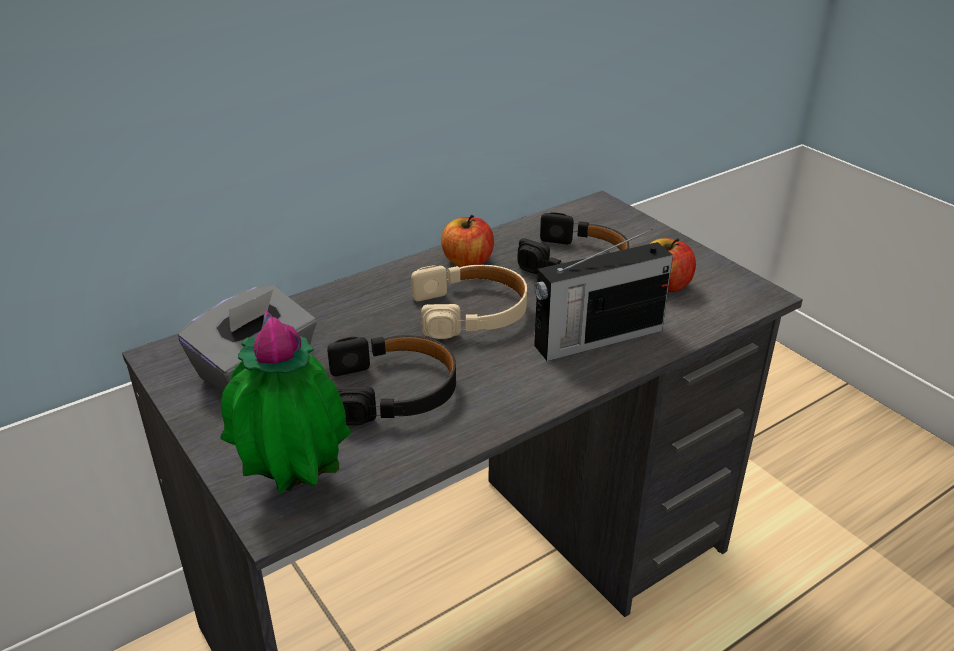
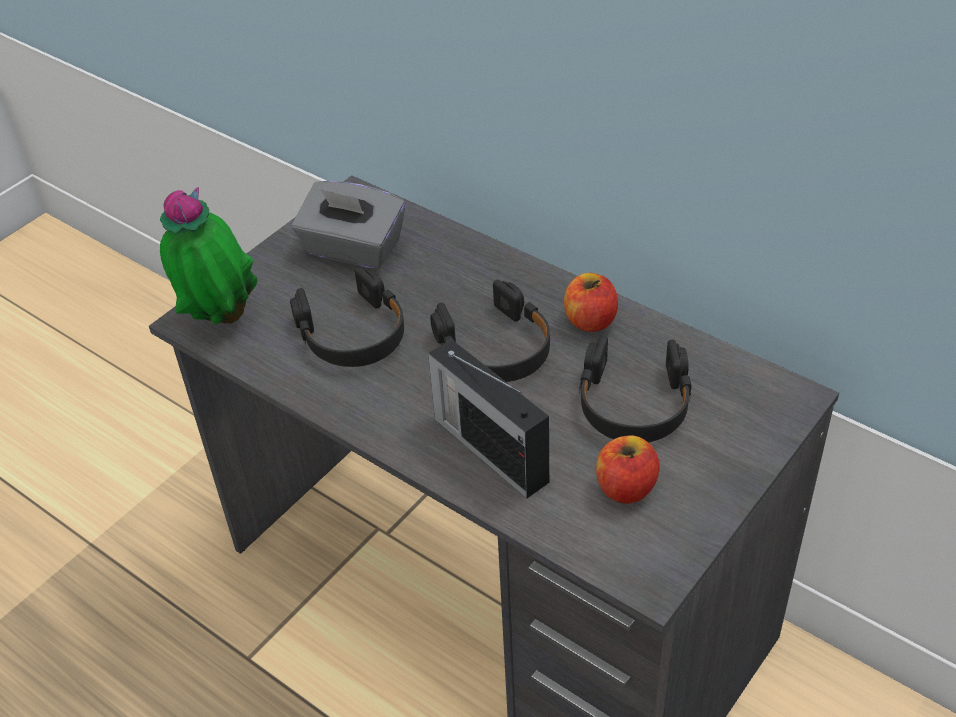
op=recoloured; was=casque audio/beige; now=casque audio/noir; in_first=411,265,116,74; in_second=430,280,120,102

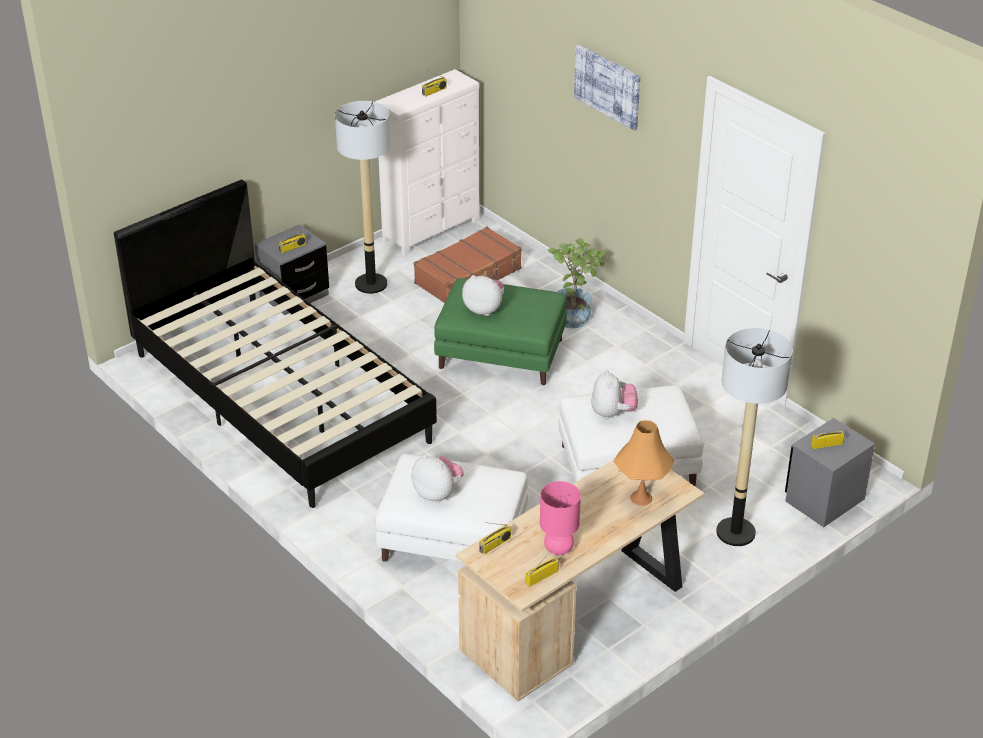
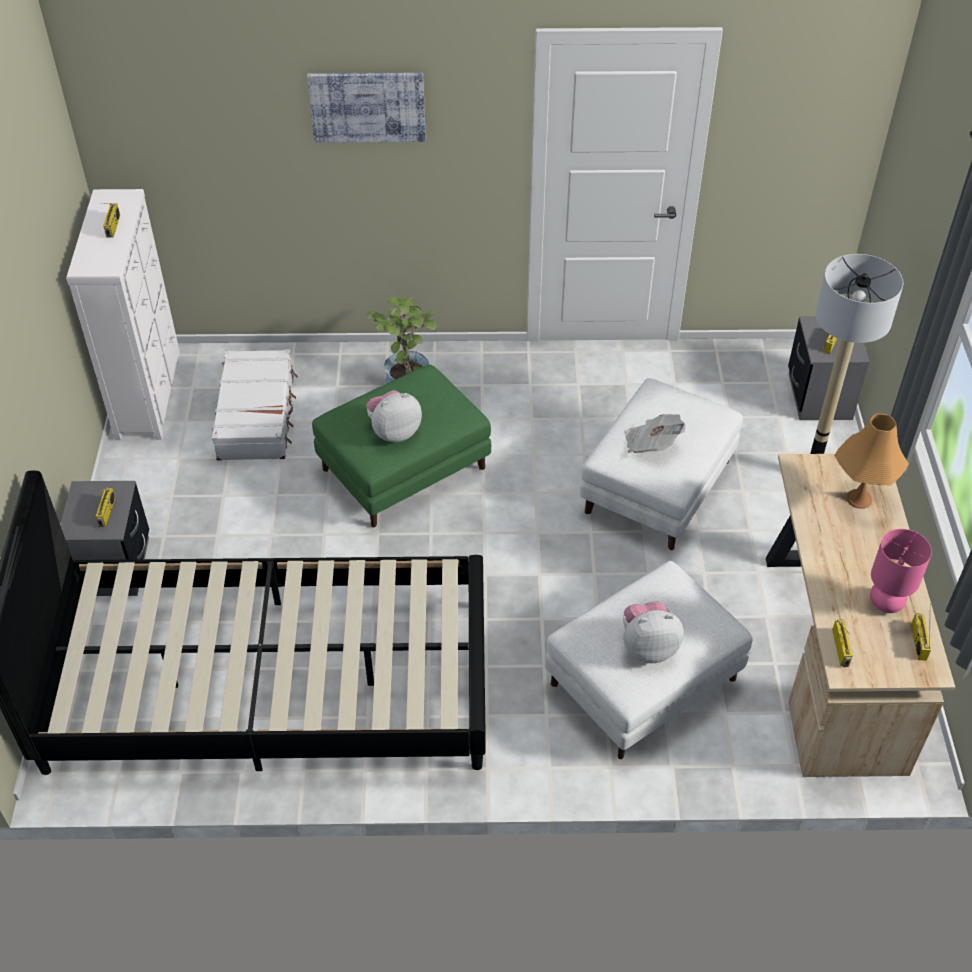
op=removed; was=lampadaire; in_first=335,101,56,193
op=replaced; was=peluche; now=journal; in_first=591,370,47,49; in_second=625,414,60,39
op=recoloured; was=valise/marron; now=valise/blanc; in_first=414,227,108,76; in_second=212,349,86,112

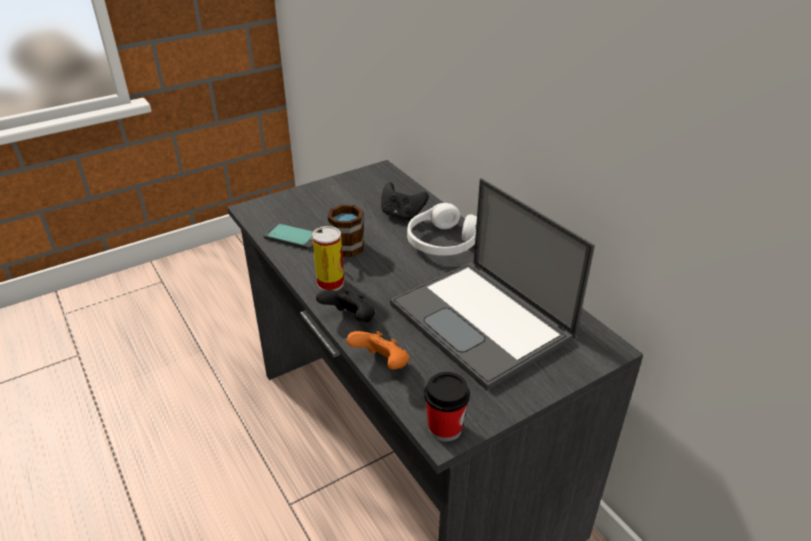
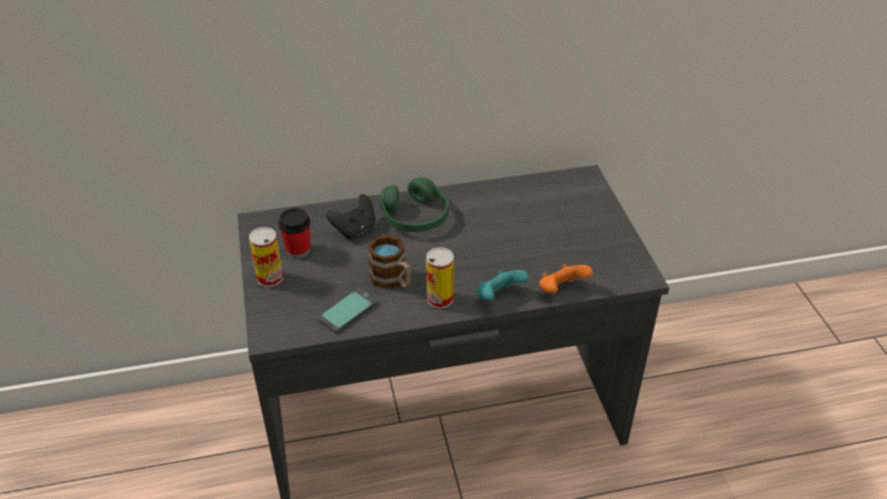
op=removed; was=ordinateur portable; in_first=390,178,205,213
op=added; now=boîte métallique; in_second=249,227,34,60
op=moved; was=tasse; in_first=424,372,46,70; in_second=278,208,32,50
op=recoloured; was=manette/noir; now=manette/turquoise; in_first=316,290,59,32; in_second=476,270,53,31
op=recoloured; was=casque audio/blanc; now=casque audio/vert; in_first=407,203,70,53; in_second=380,177,69,55

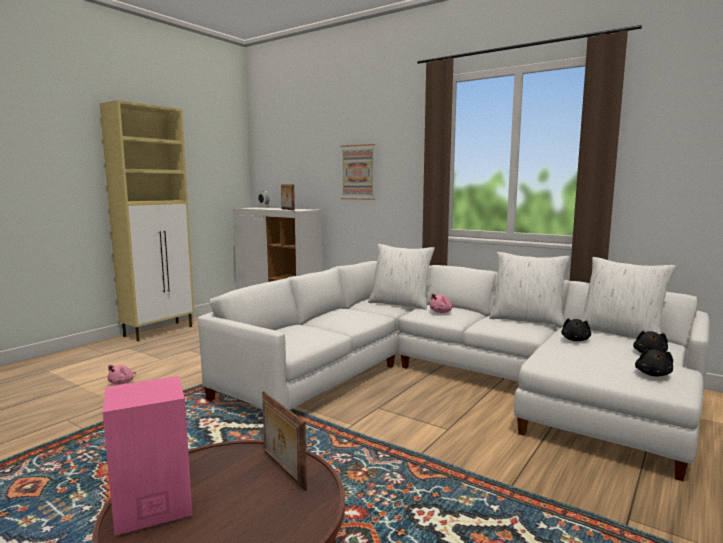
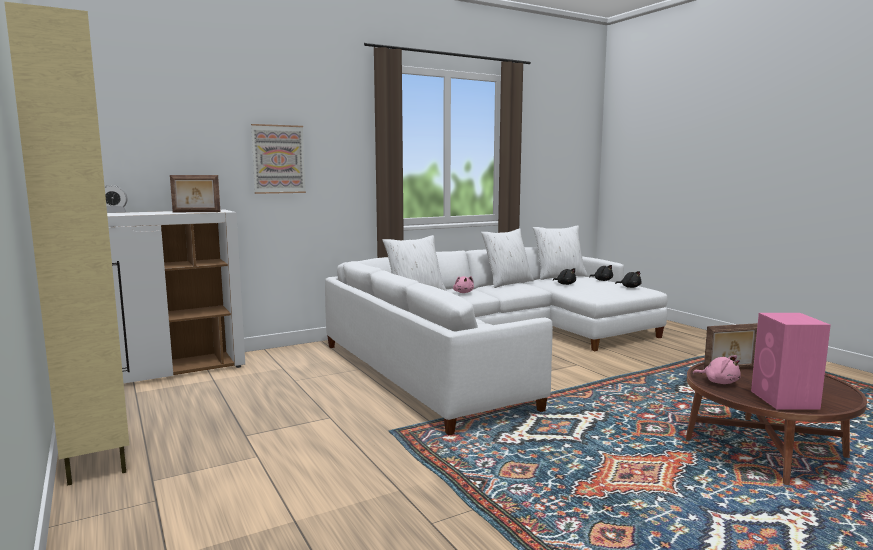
op=moved; was=peluche/rose; in_first=107,365,29,19; in_second=692,355,49,29

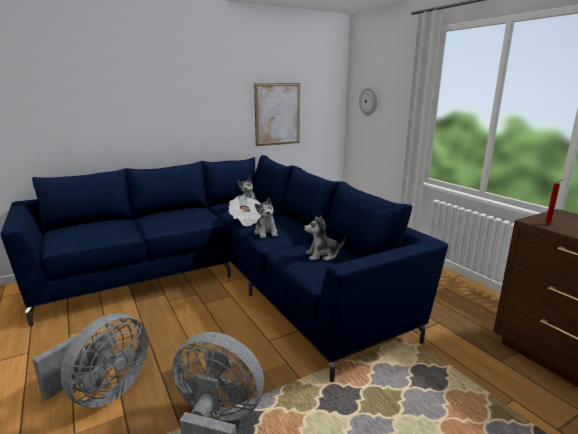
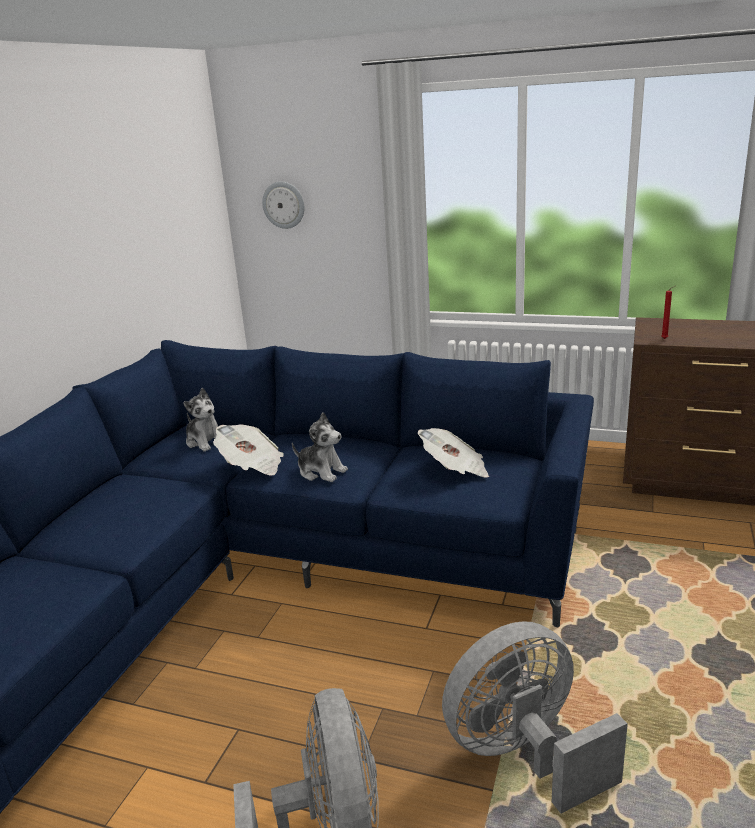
op=removed; was=tableau; in_first=254,83,46,63
op=replaced; was=peluche; now=journal; in_first=304,215,41,46; in_second=418,428,71,50

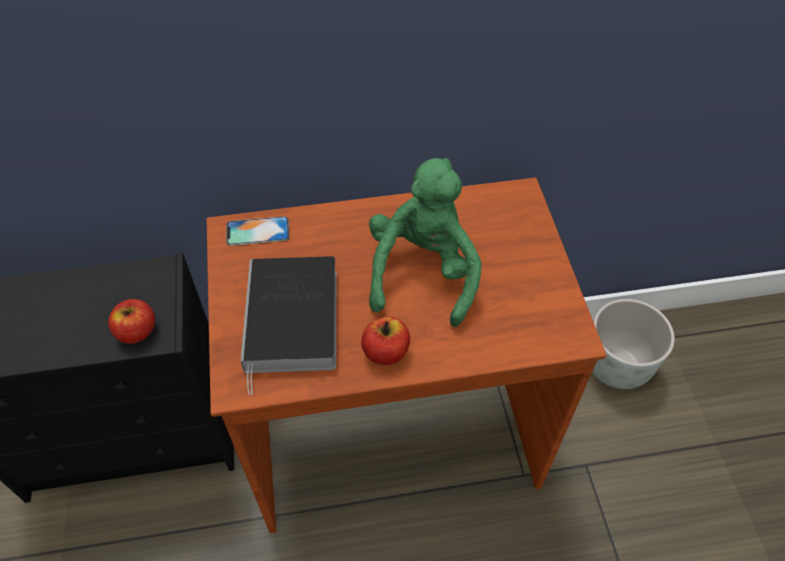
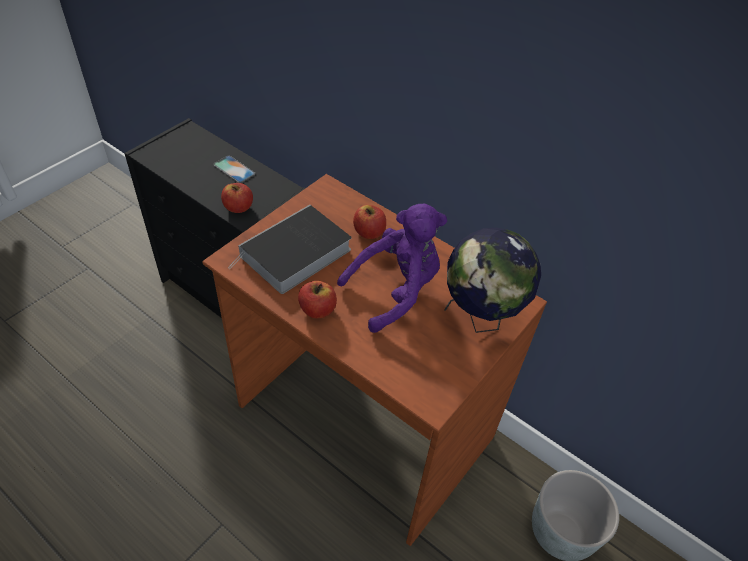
op=added; now=pomme; in_second=353,205,33,34
op=added; now=globe; in_second=444,228,97,105
op=moved; was=téléphone; in_first=226,216,64,30; in_second=213,155,42,28
op=recoloured; was=peluche/vert; now=peluche/violet; in_first=369,158,113,169; in_second=337,203,110,130

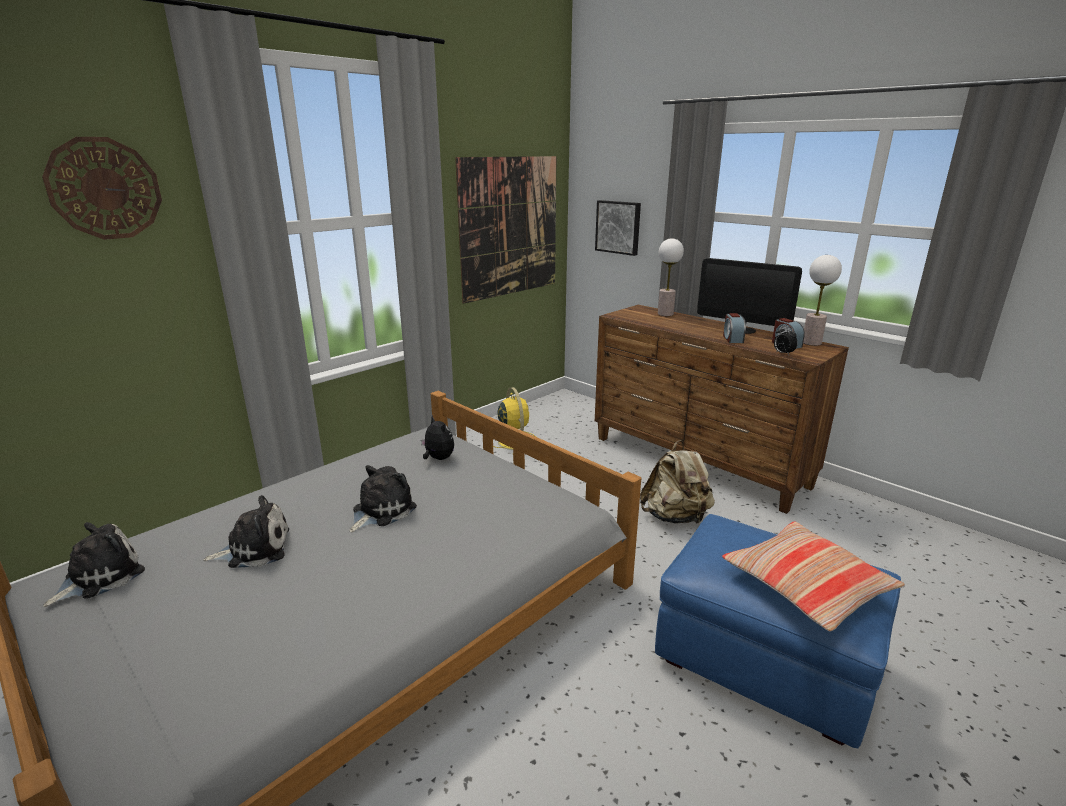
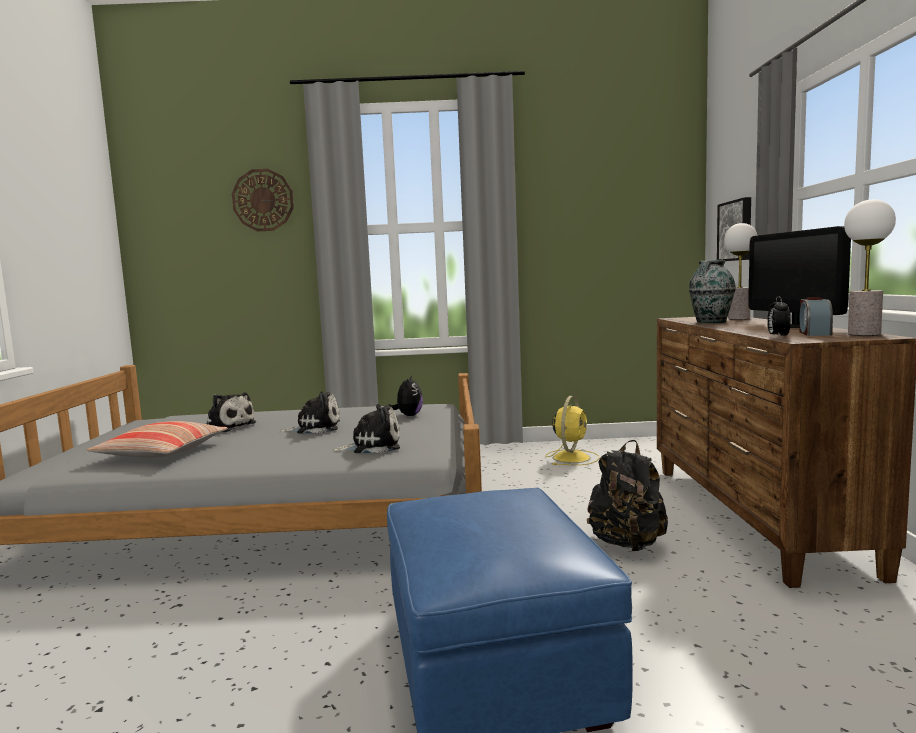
op=removed; was=tableau; in_first=455,156,102,148
op=removed; was=réveil; in_first=723,313,23,30
op=added; now=vase; in_second=689,260,47,63
op=moved; was=peluche; in_first=43,522,102,85; in_second=332,404,68,49
op=moved; was=coussin; in_first=722,522,183,110; in_second=86,421,142,37
op=recoloured; was=sac à dos/beige; now=sac à dos/noir; in_first=640,440,75,84; in_second=587,440,81,111

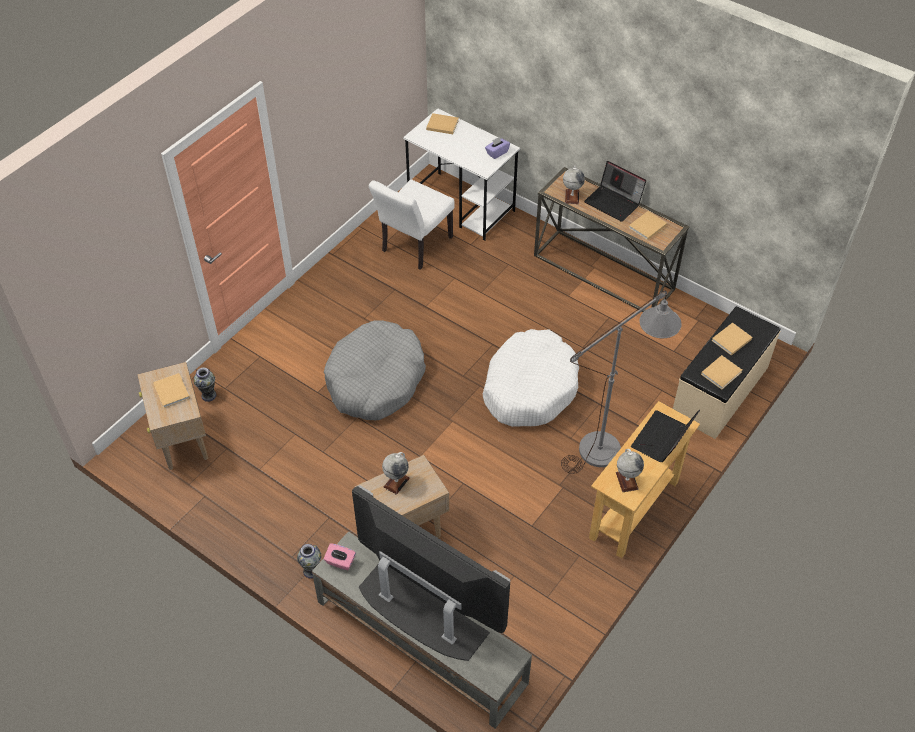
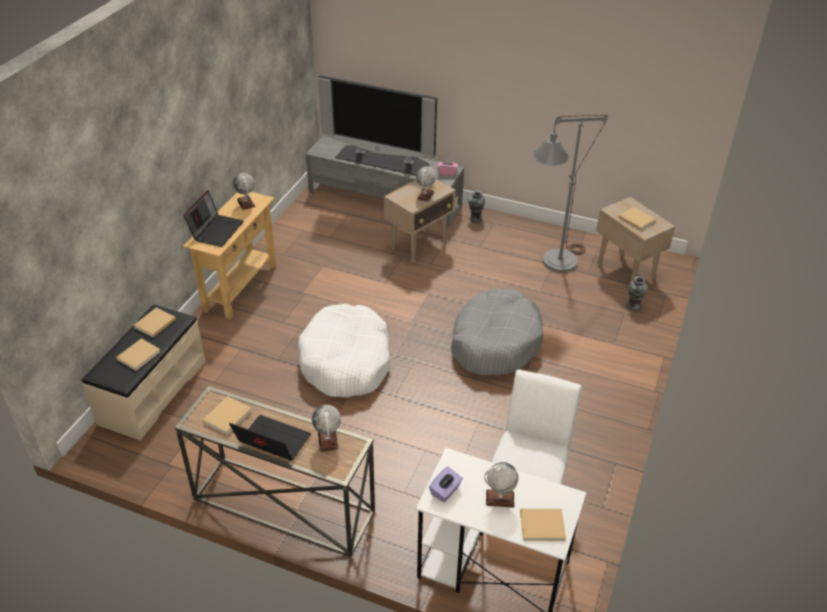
op=added; now=globe; in_second=484,462,34,46
op=moved; was=lampadaire/gris; in_first=561,290,121,184; in_second=533,115,75,157

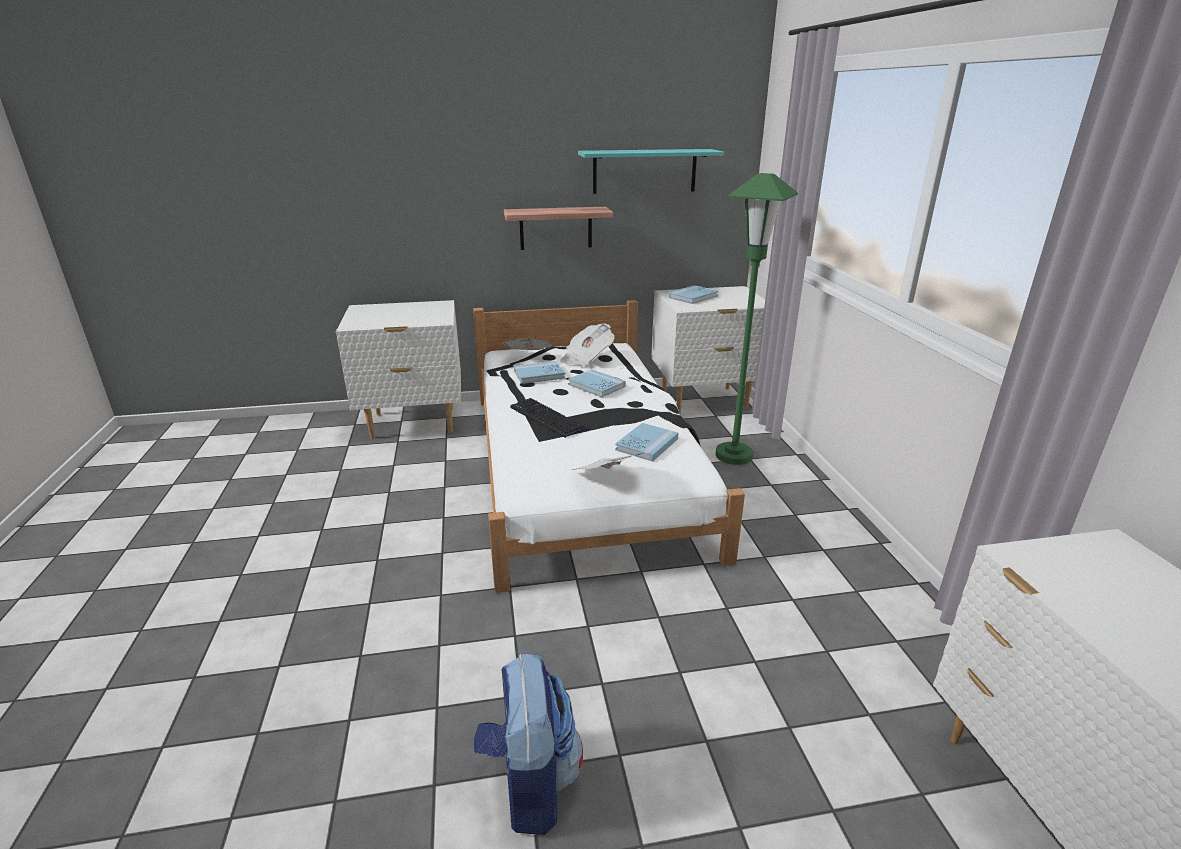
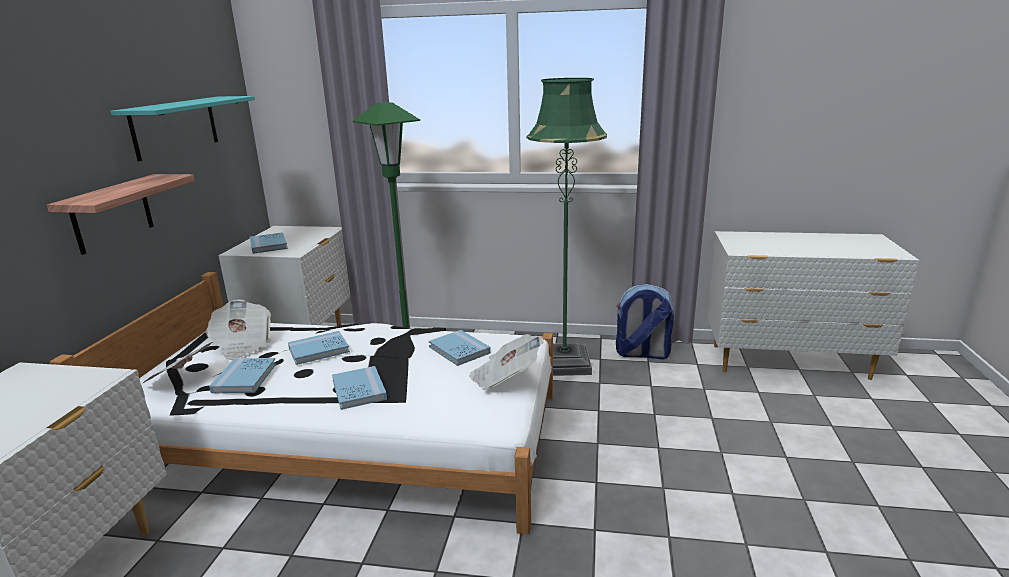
op=added; now=lampadaire/vert; in_second=527,78,80,298
op=moved; was=sac à dos; in_first=474,654,109,181; in_second=616,284,58,75
op=replaced; was=clavier; now=livre/bleu; in_first=510,398,78,40; in_second=332,366,55,44

